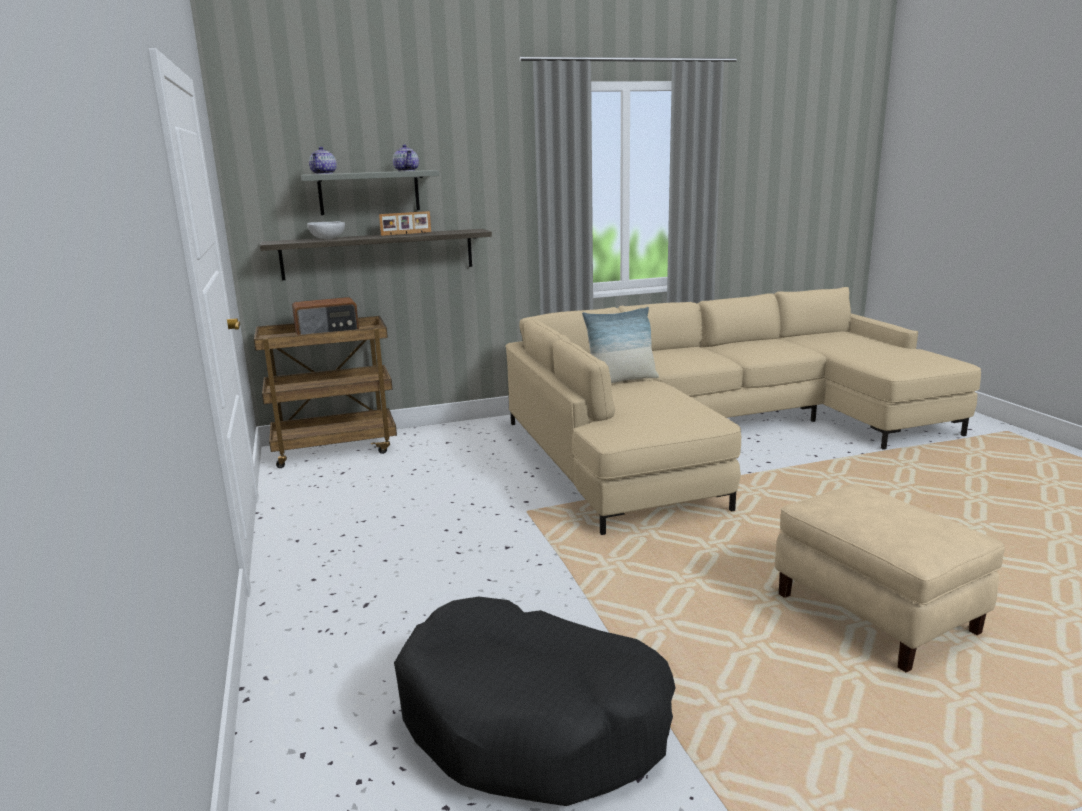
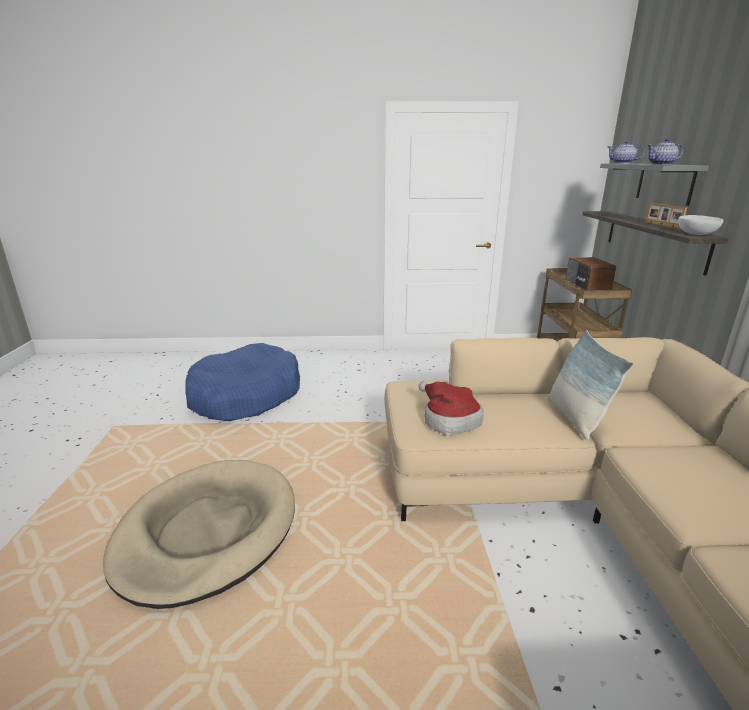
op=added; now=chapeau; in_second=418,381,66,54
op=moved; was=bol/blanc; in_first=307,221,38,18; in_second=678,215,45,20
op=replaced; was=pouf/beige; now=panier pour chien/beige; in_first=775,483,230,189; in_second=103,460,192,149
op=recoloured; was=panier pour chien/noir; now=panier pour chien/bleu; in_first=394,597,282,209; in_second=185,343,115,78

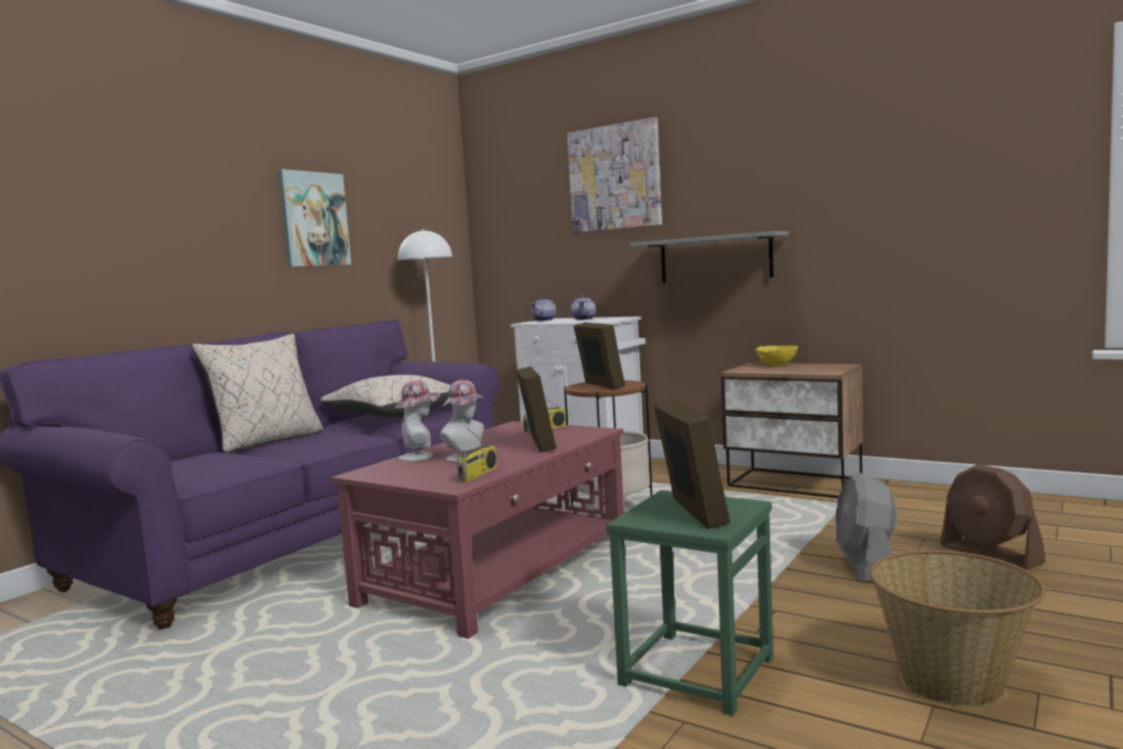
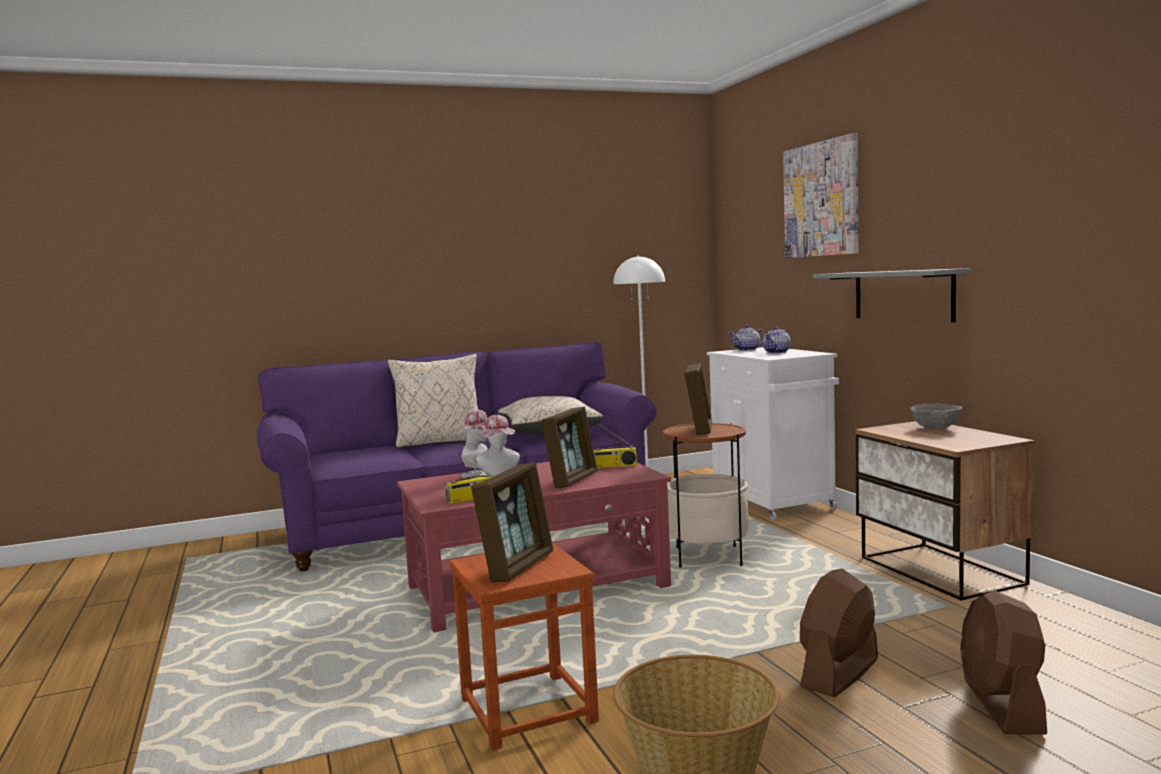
op=removed; was=tableau; in_first=278,169,73,98
op=recoloured; was=tabouret/vert; now=tabouret/marron; in_first=606,490,167,226; in_second=449,542,150,208
op=recoloured; was=bol/jaune; now=bol/gris; in_first=756,345,42,21; in_second=910,403,52,26
op=recoloured; was=ventilateur/gris; now=ventilateur/marron; in_first=835,472,61,110; in_second=800,568,78,129

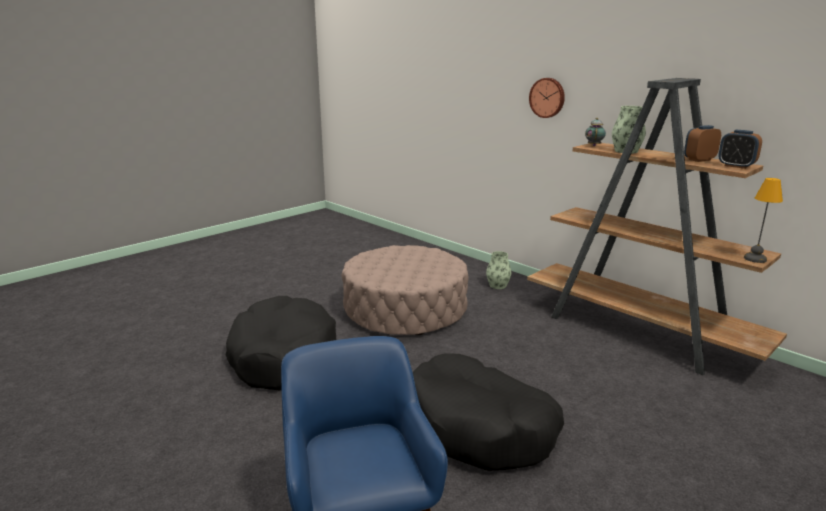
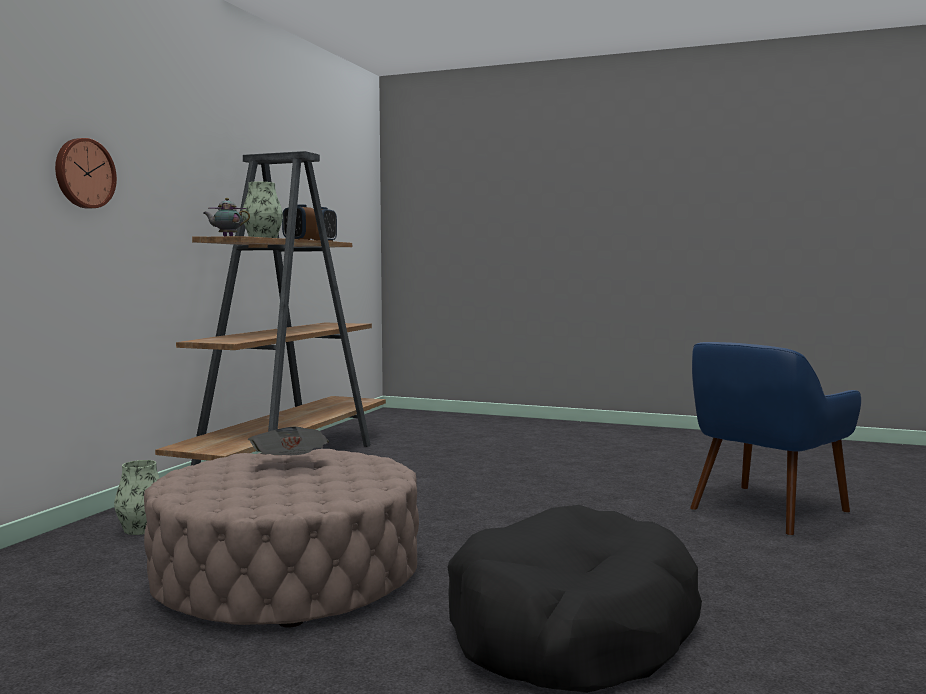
op=removed; was=panier pour chien/noir; in_first=413,353,151,118
op=removed; was=lampe de table; in_first=744,178,39,85
op=added; now=journal; in_second=248,427,81,28

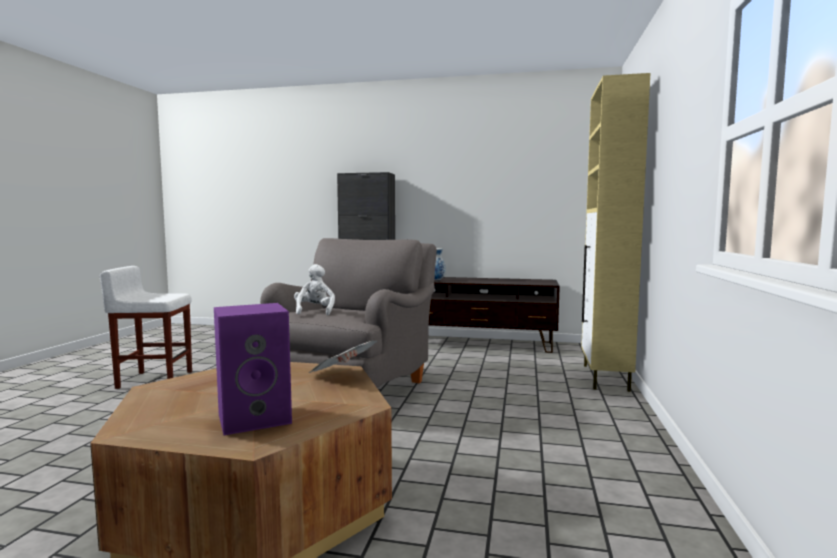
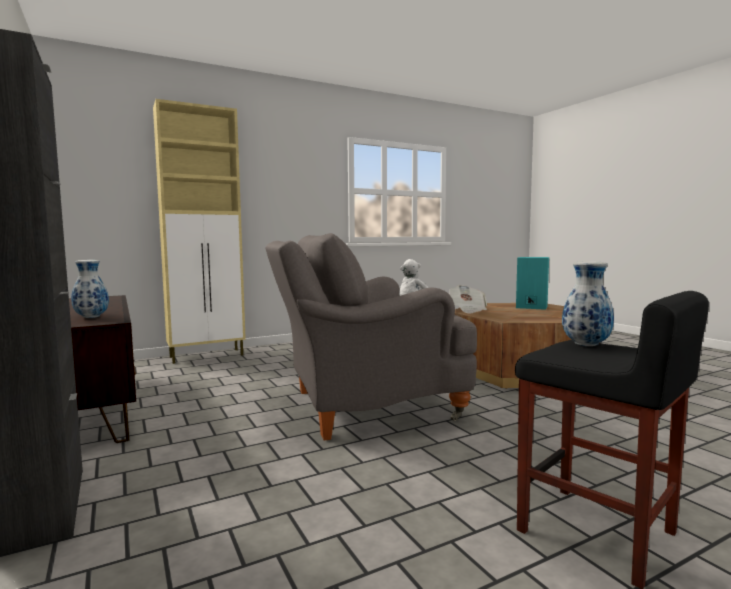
op=added; now=vase; in_second=562,261,52,85
op=recoloured; was=tabouret/blanc; now=tabouret/noir; in_first=100,266,92,123; in_second=515,291,194,298
op=recoloured; was=enceinte/violet; now=enceinte/turquoise; in_first=214,303,78,132; in_second=516,257,33,53

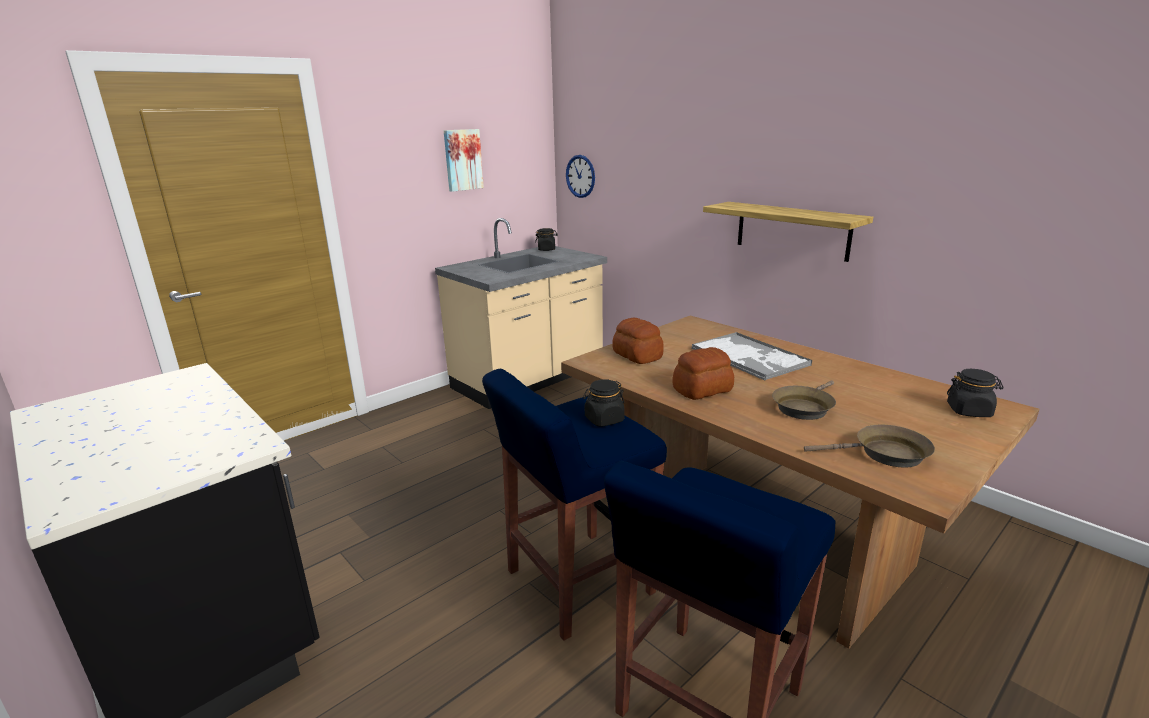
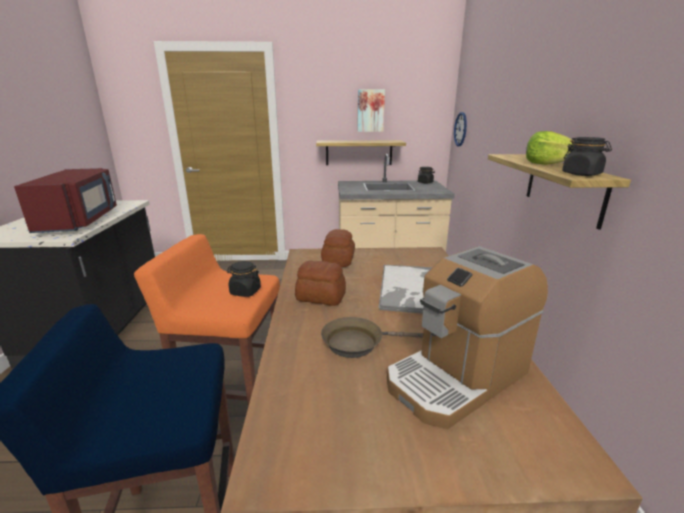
op=removed; was=poêle/marron; in_first=804,425,131,42
op=added; now=micro-ondes/rouge; in_second=14,168,103,65
op=added; now=étagère; in_second=316,140,90,25
op=added; now=machine à café; in_second=387,246,161,183
op=added; now=laitue; in_second=526,131,48,34
op=moved; was=bocal/noir; in_first=947,369,57,48; in_second=562,137,50,39
op=recoloured; was=tabouret/bleu; now=tabouret/orange; in_first=482,369,185,272; in_second=134,234,146,172

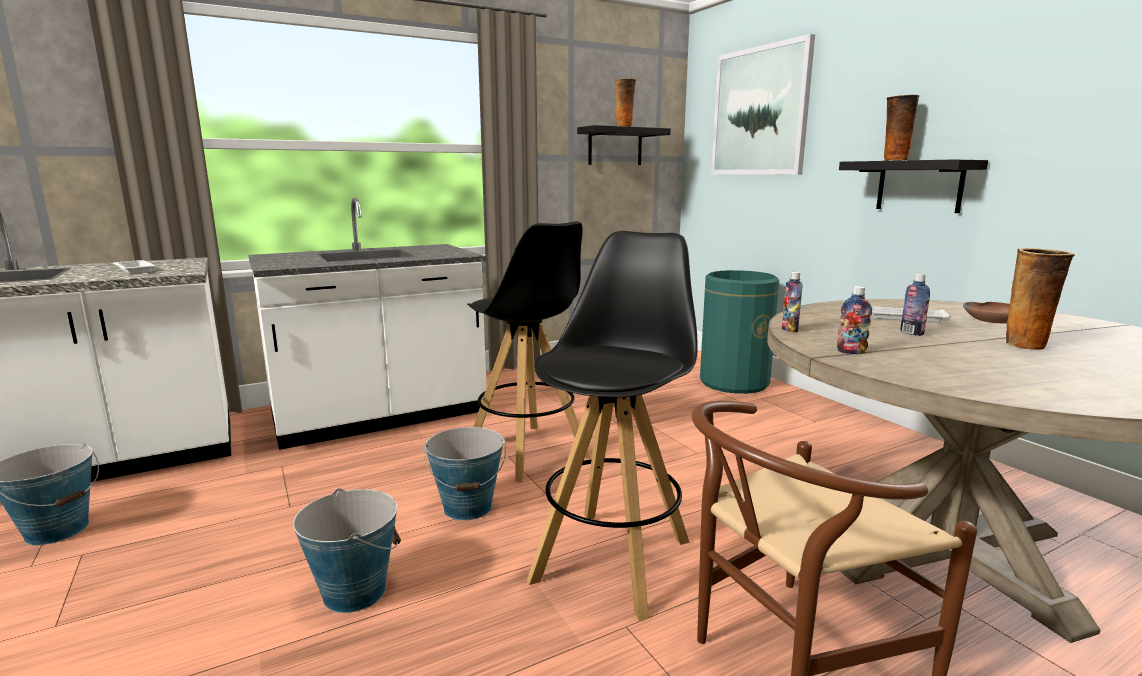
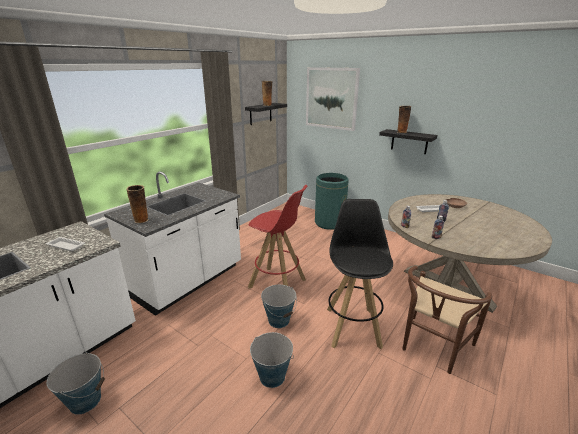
op=moved; was=vase; in_first=1002,248,73,103; in_second=126,185,22,38
op=recoloured; was=tabouret/noir; now=tabouret/rouge; in_first=467,221,124,262; in_second=248,185,60,103

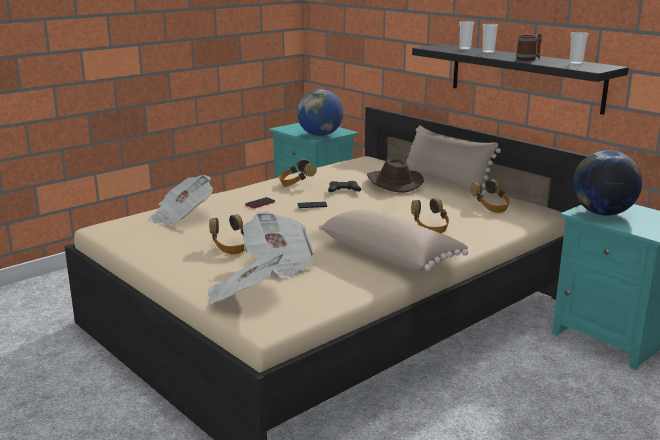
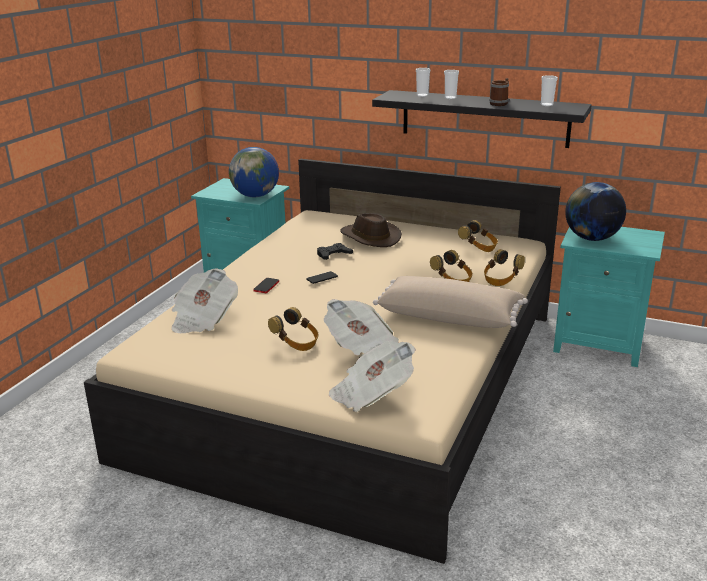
op=removed; was=coussin/beige; in_first=406,125,95,70
op=moved; was=casque audio; in_first=279,159,38,28; in_second=484,249,41,37

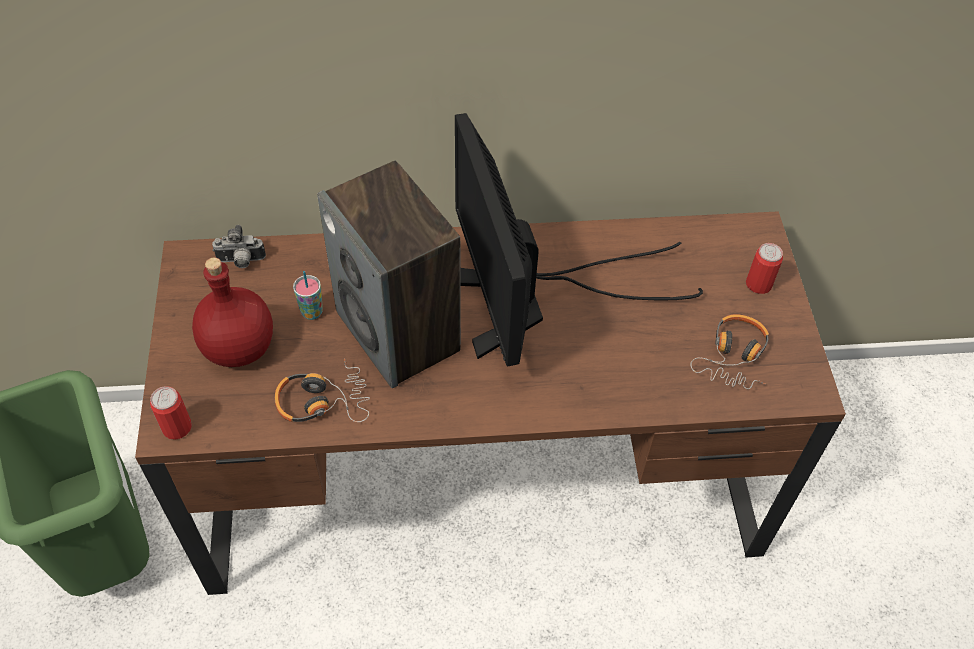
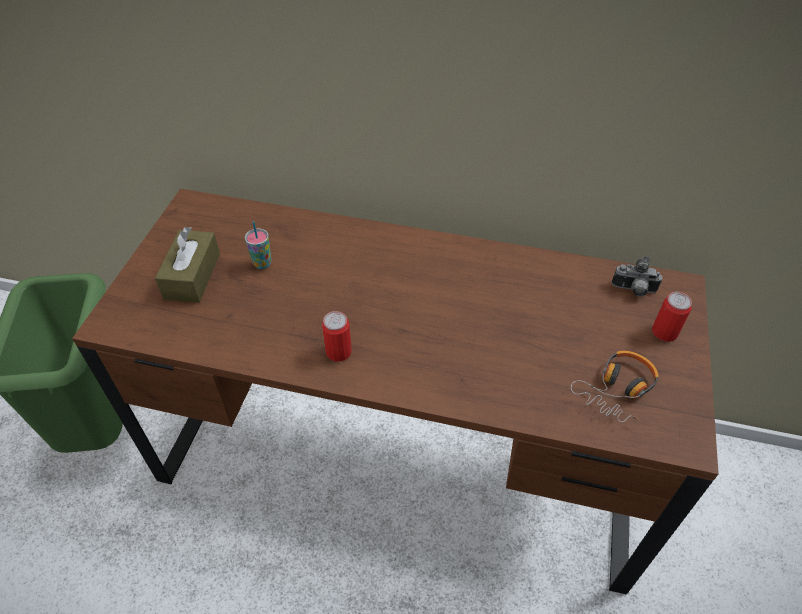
op=removed; was=casque audio; in_first=275,358,95,64
op=removed; was=enceinte; in_first=317,161,144,227
op=removed; was=écran d'ordinateur; in_first=455,113,248,254
op=moved; was=boîte métallique; in_first=150,386,42,54; in_second=322,311,30,51
op=moved; was=appareil photo; in_first=212,225,54,43; in_second=612,256,50,40
op=replaced; was=bouteille/rouge; now=boîte à mouchoirs/marron; in_first=192,257,81,110; in_second=155,227,65,76

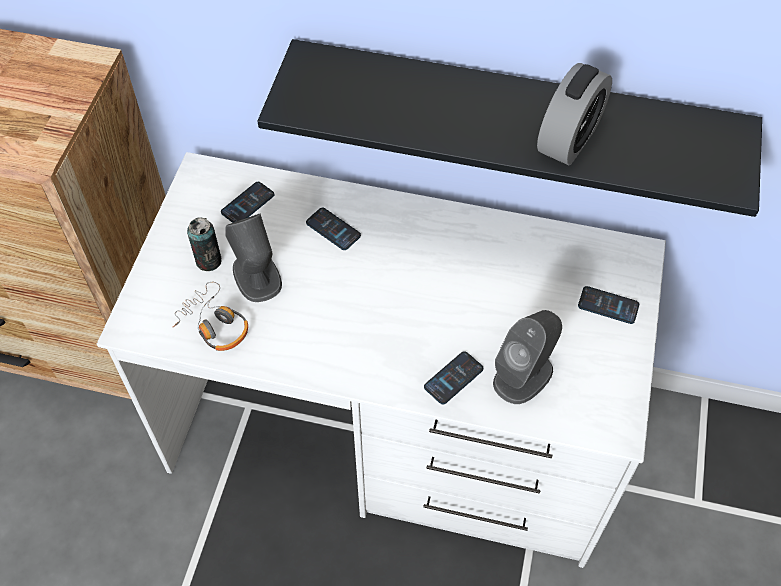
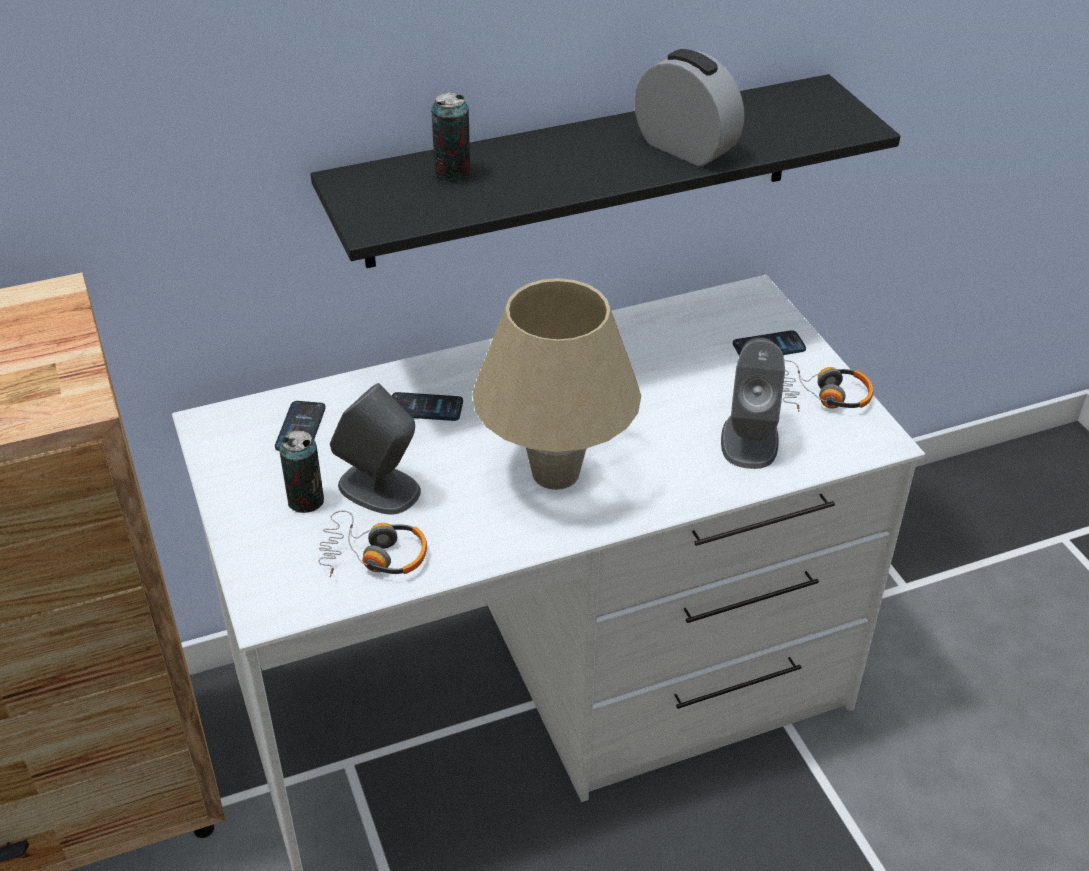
op=removed; was=téléphone; in_first=424,351,59,53
op=added; now=boîte métallique; in_second=431,92,39,91
op=added; now=lampe de table/beige; in_second=472,278,169,212
op=added; now=casque audio; in_second=783,360,90,52
op=turned; was=réveil; in_first=537,63,75,102; in_second=634,49,110,118; clockwise=-45

